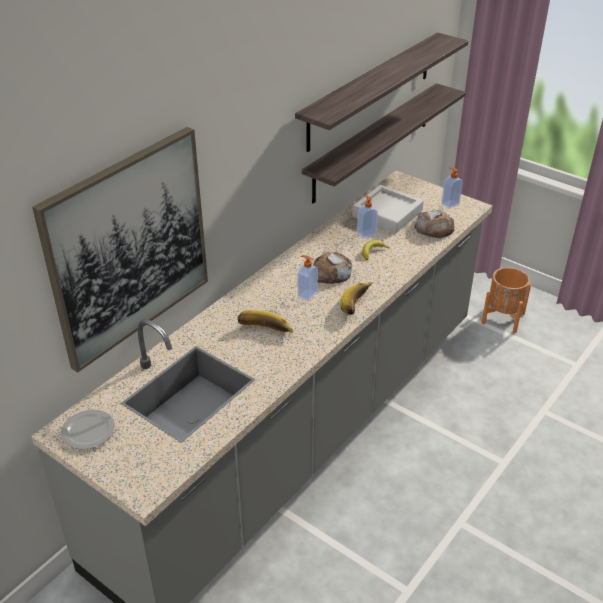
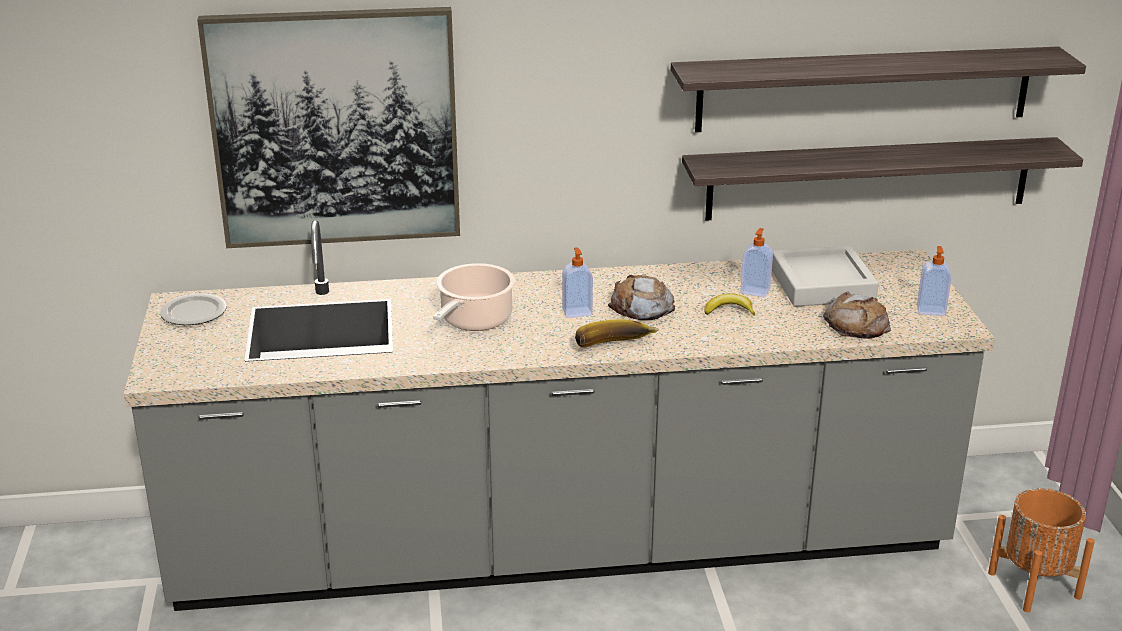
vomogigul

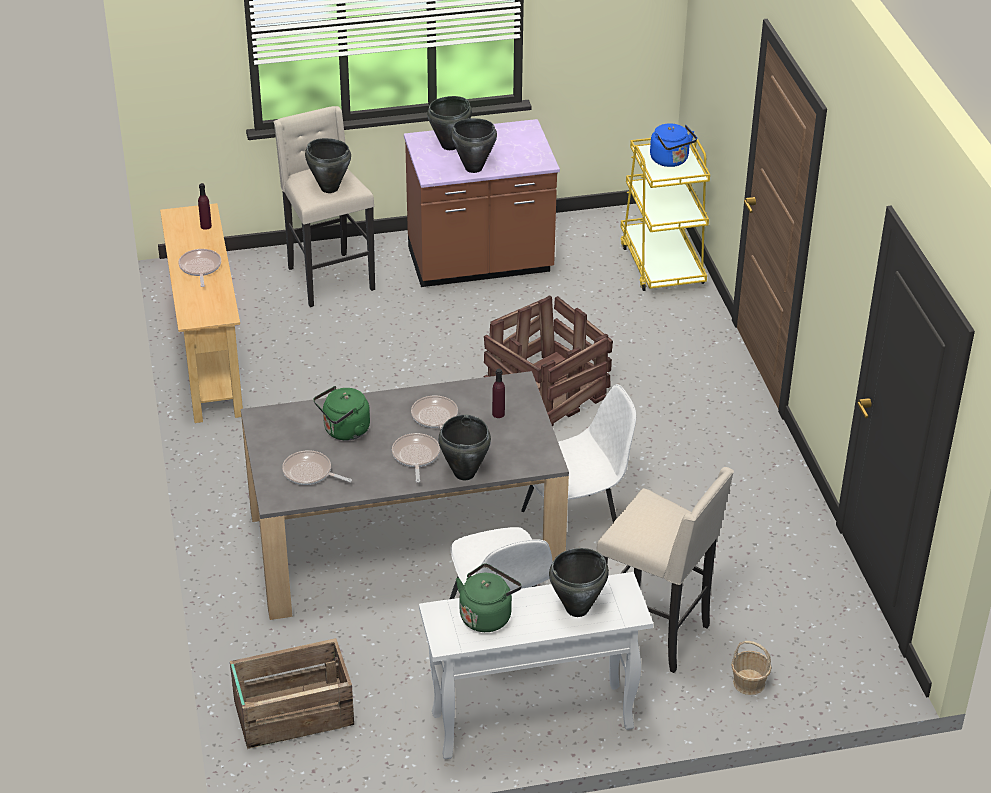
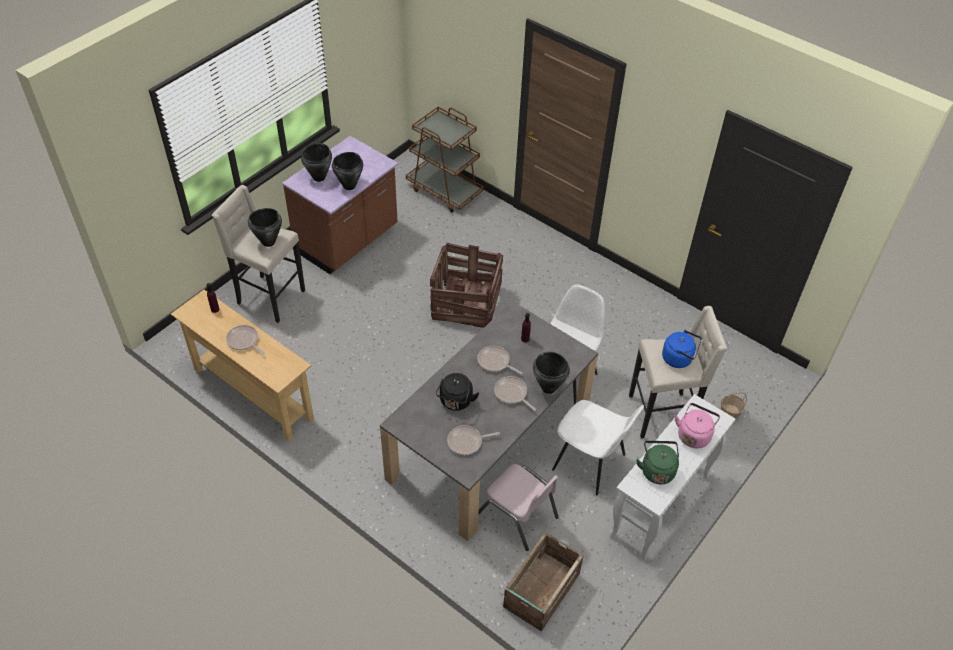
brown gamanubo; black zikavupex; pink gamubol; blue zikavupex; pink zikavupex

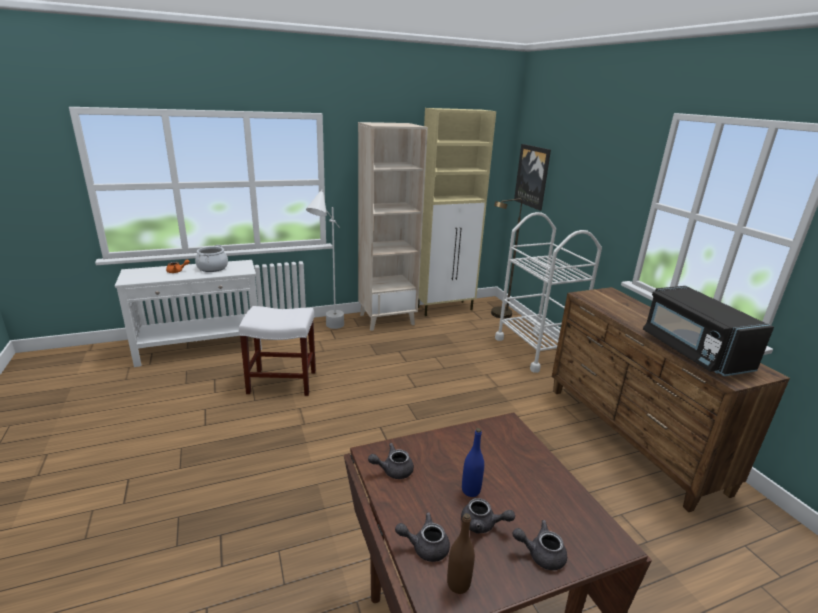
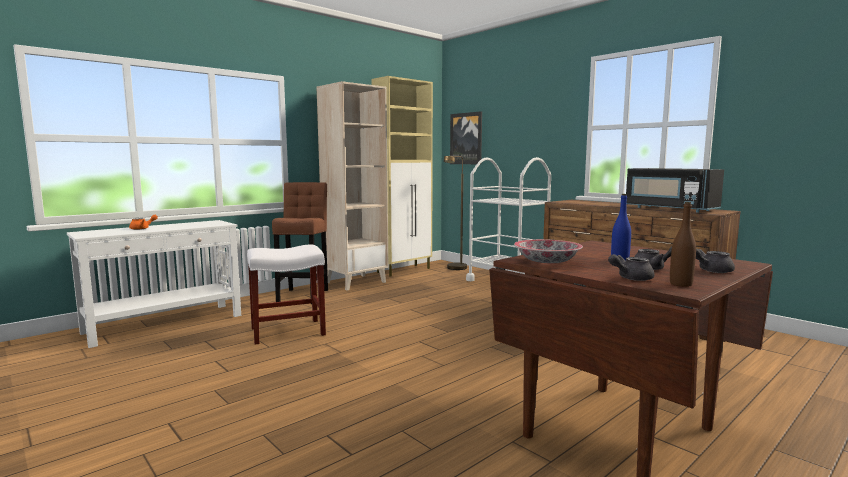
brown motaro; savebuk; vomogigul

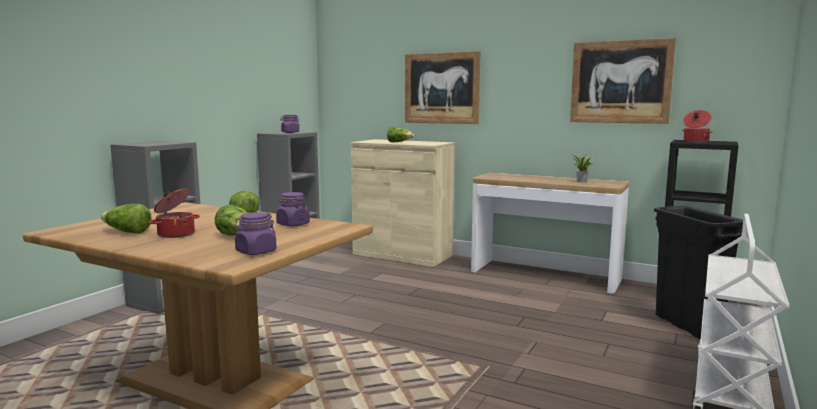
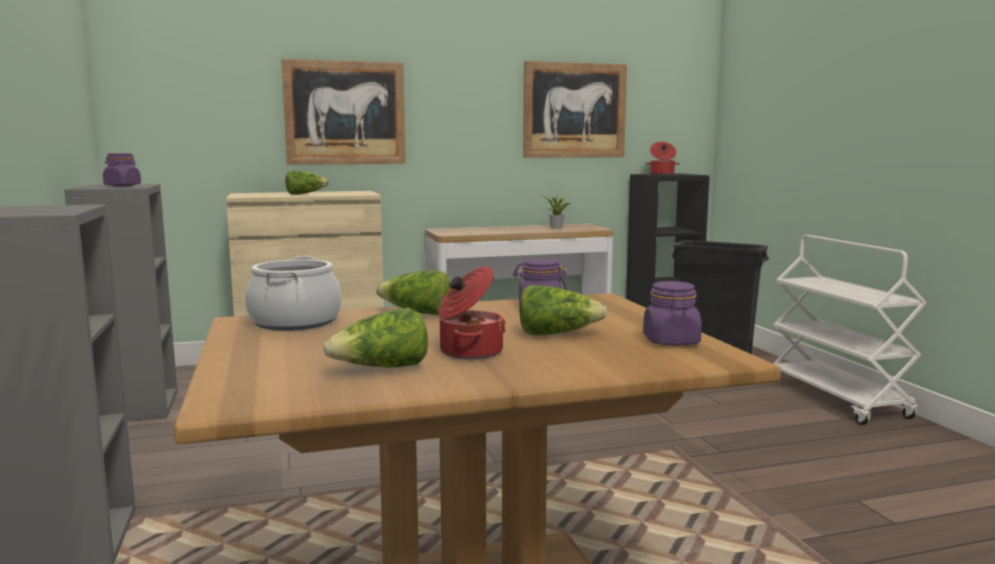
vomogigul (1st from left)

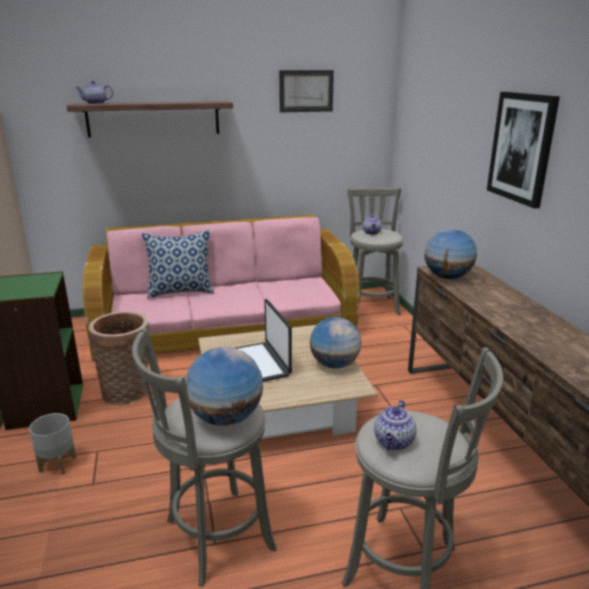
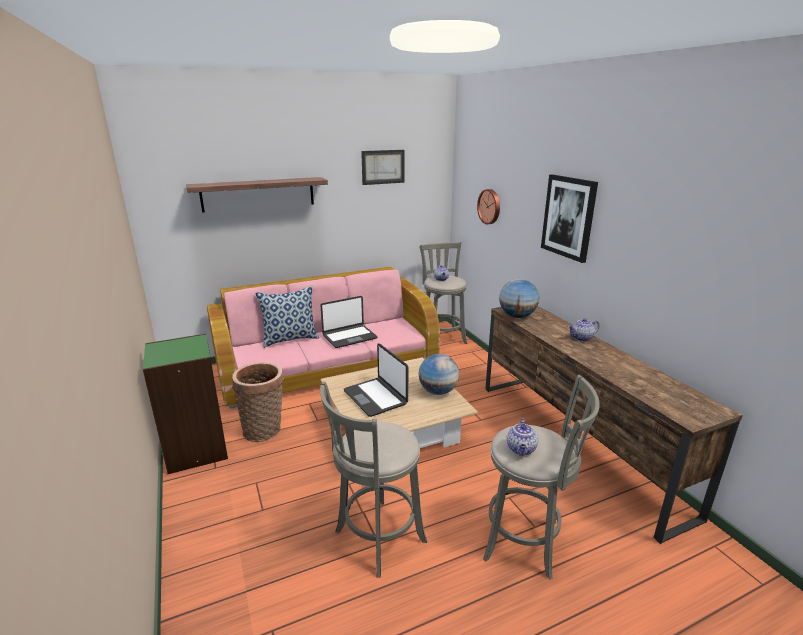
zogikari (1st from left); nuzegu; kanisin (3rd from left); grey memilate; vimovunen (1st from left in the first image)

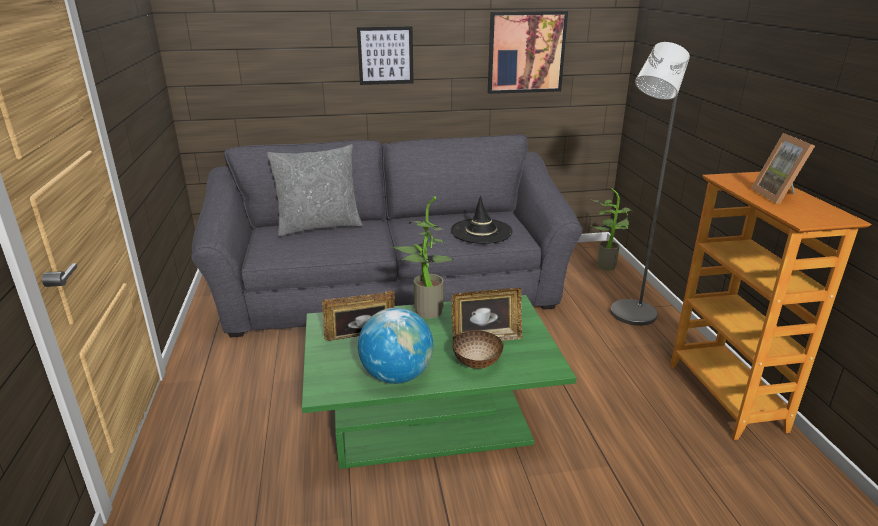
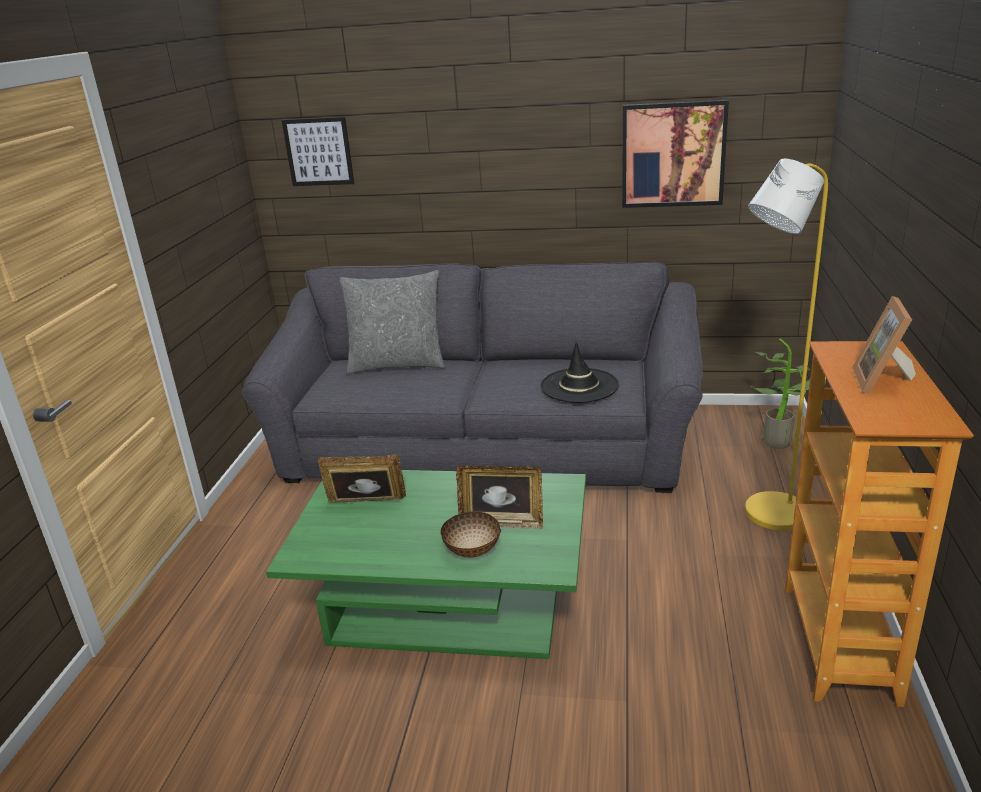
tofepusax (1st from left); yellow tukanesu; vimovunen; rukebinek (1st from left in the first image)

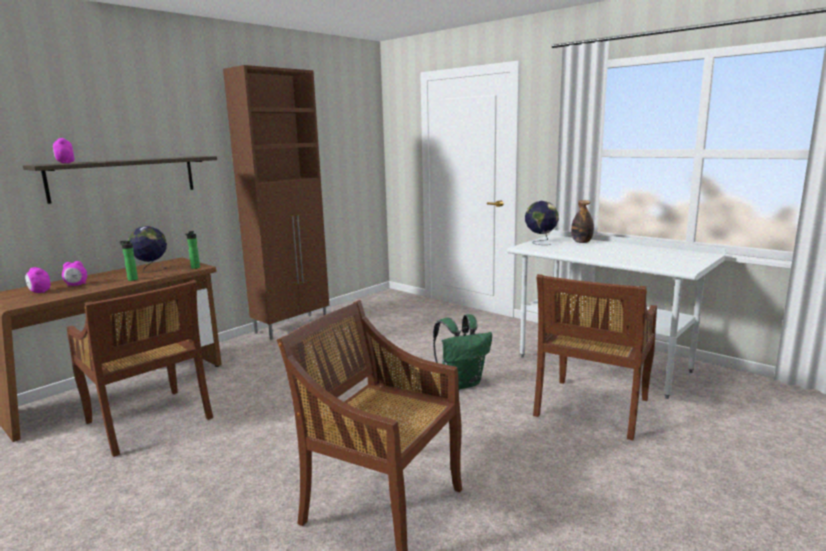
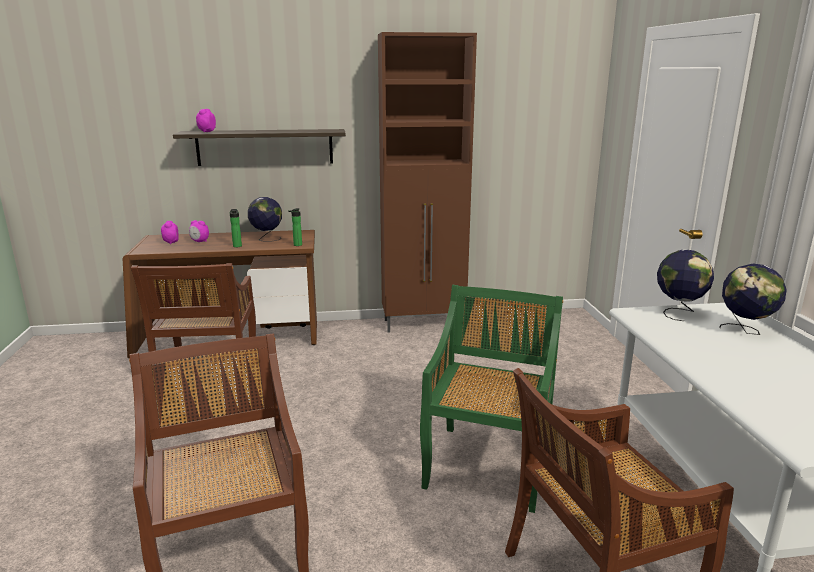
green gamubol; vimovunen (3rd from left)

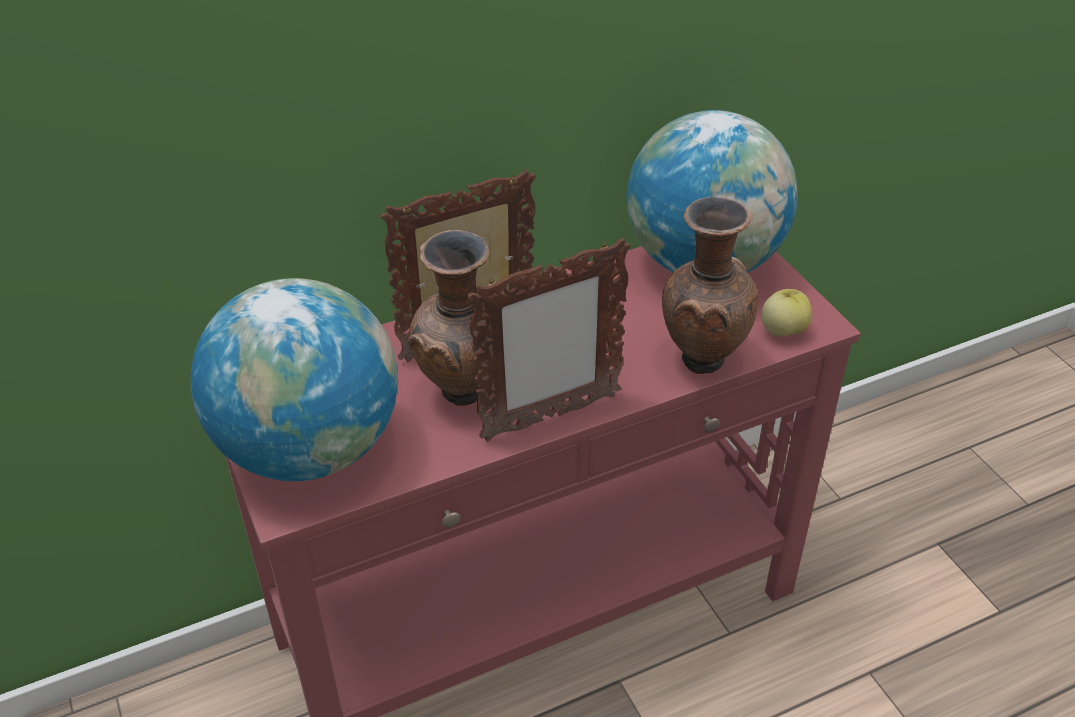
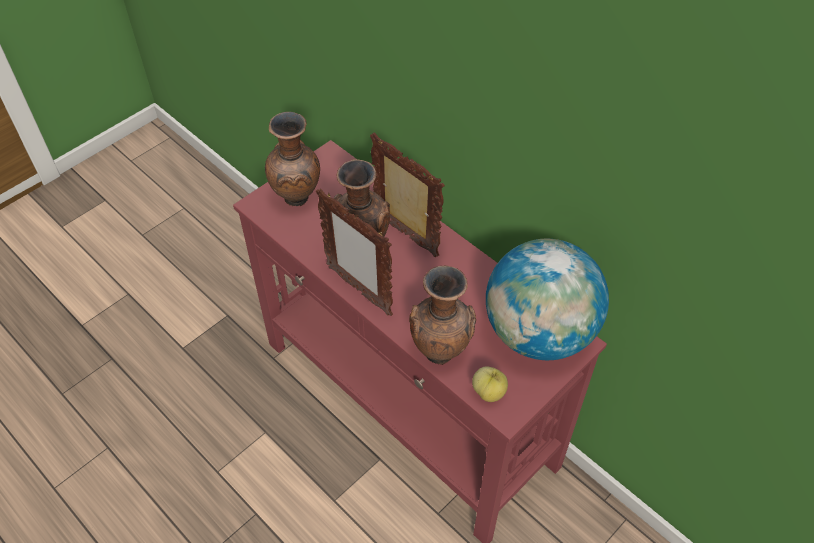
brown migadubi (1st from left)

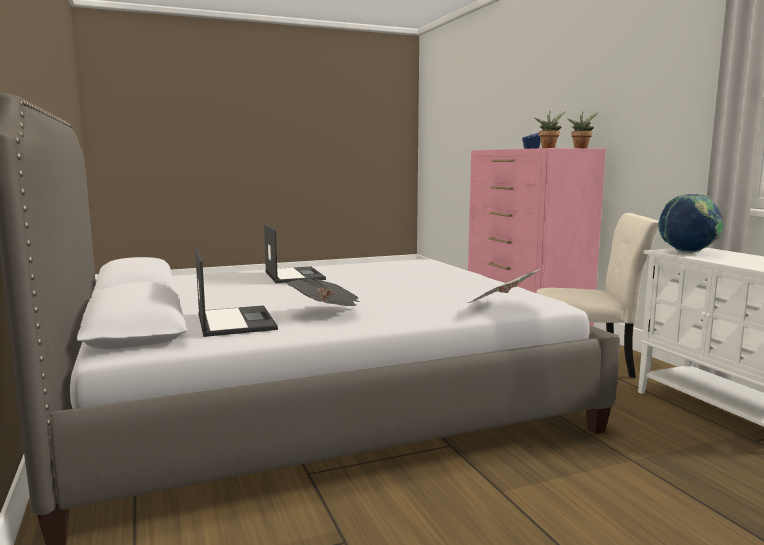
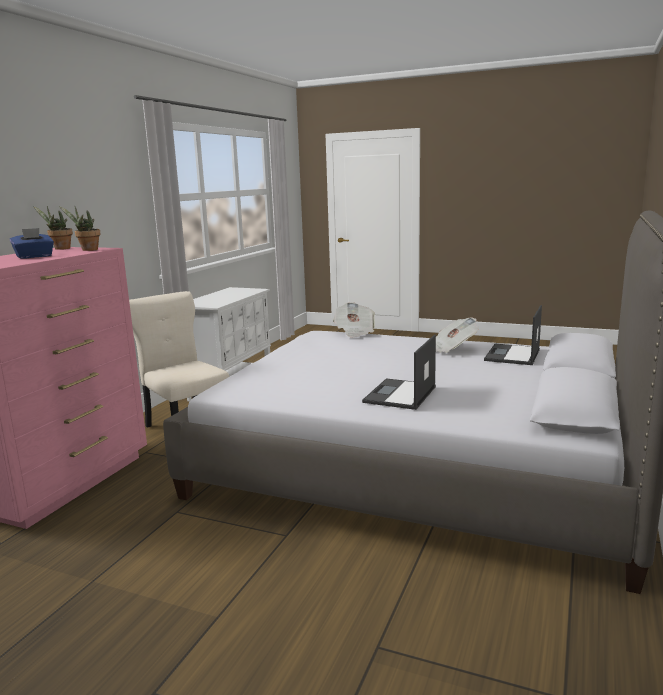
vimovunen

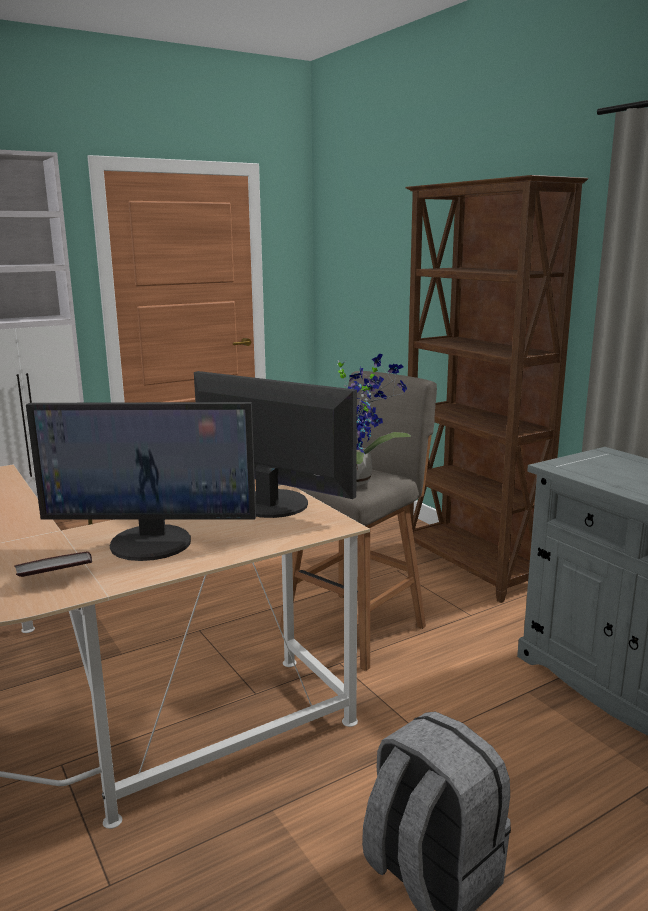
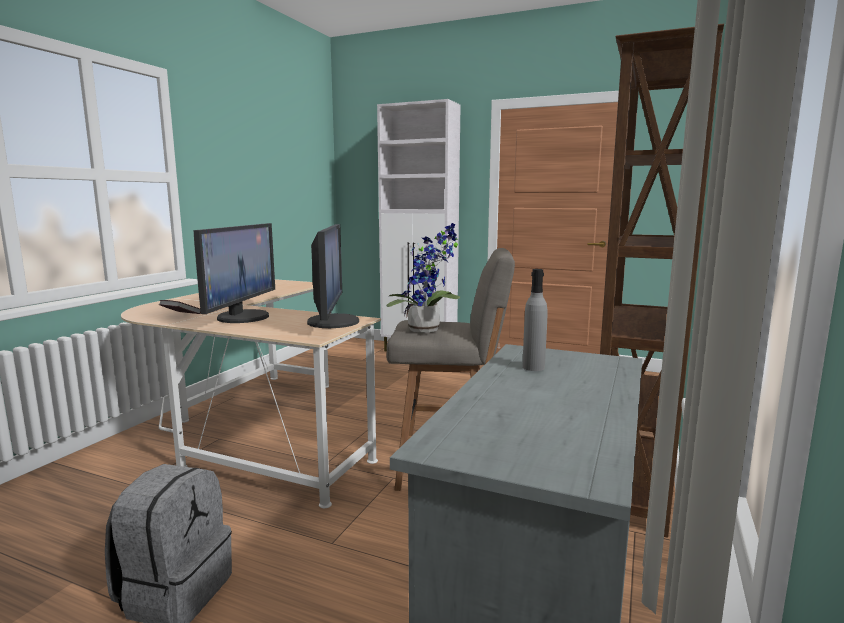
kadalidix (1st from left); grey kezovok

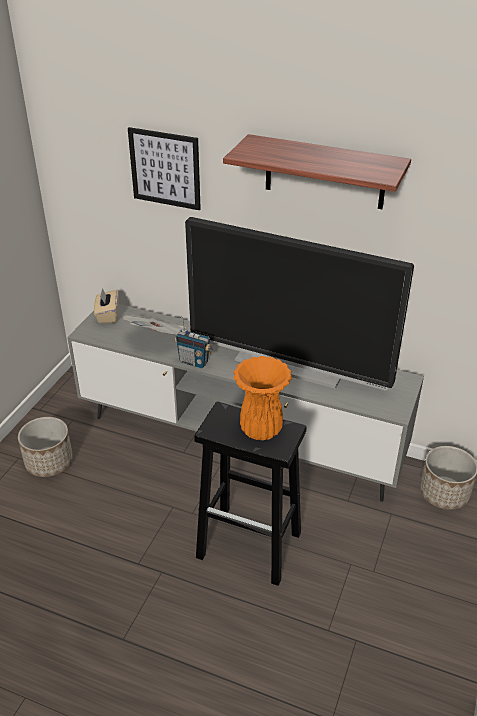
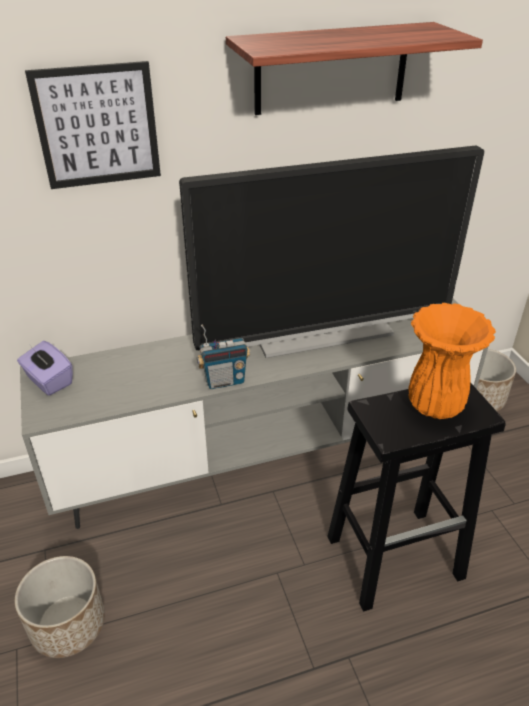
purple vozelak; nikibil

